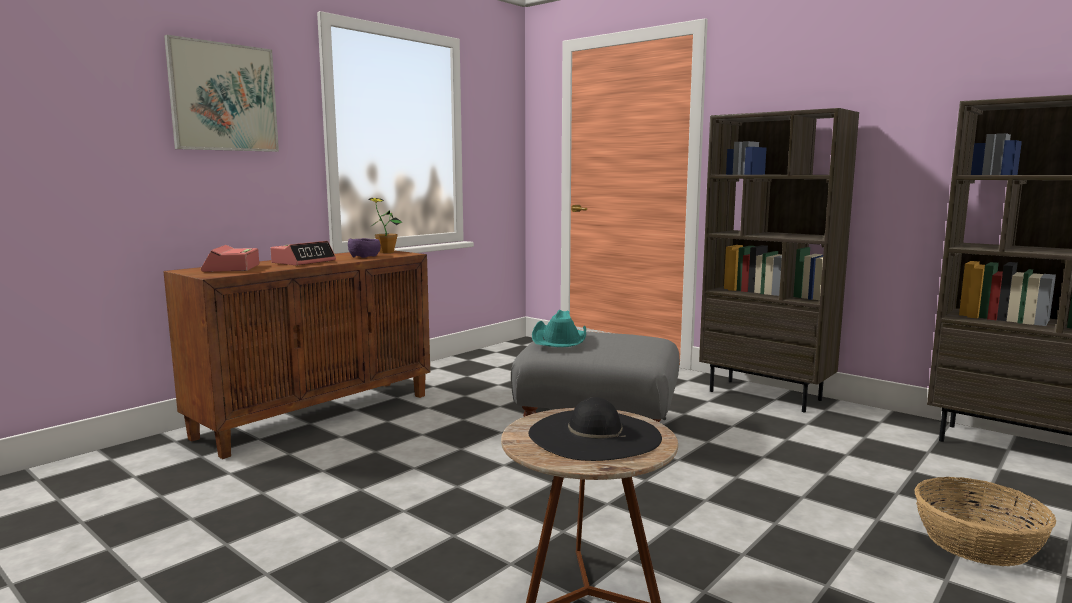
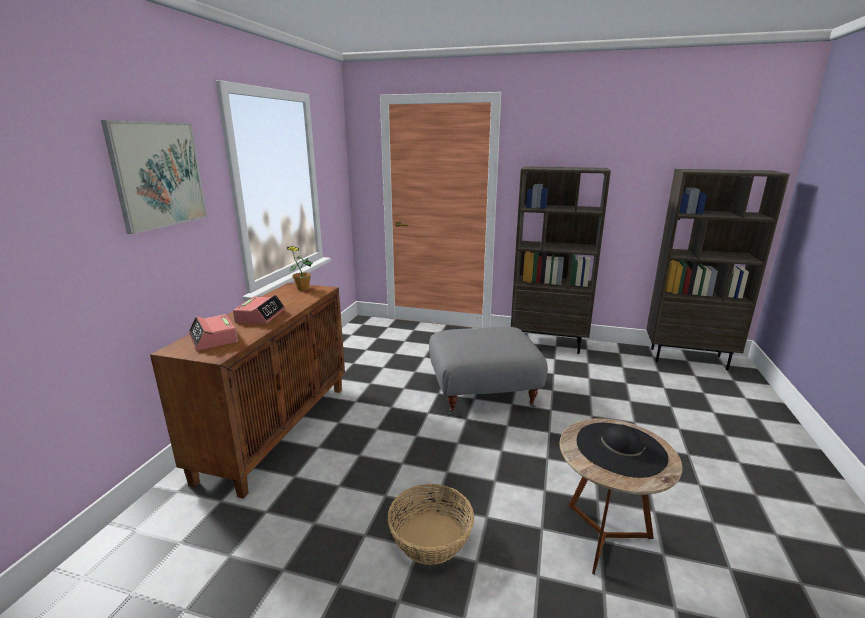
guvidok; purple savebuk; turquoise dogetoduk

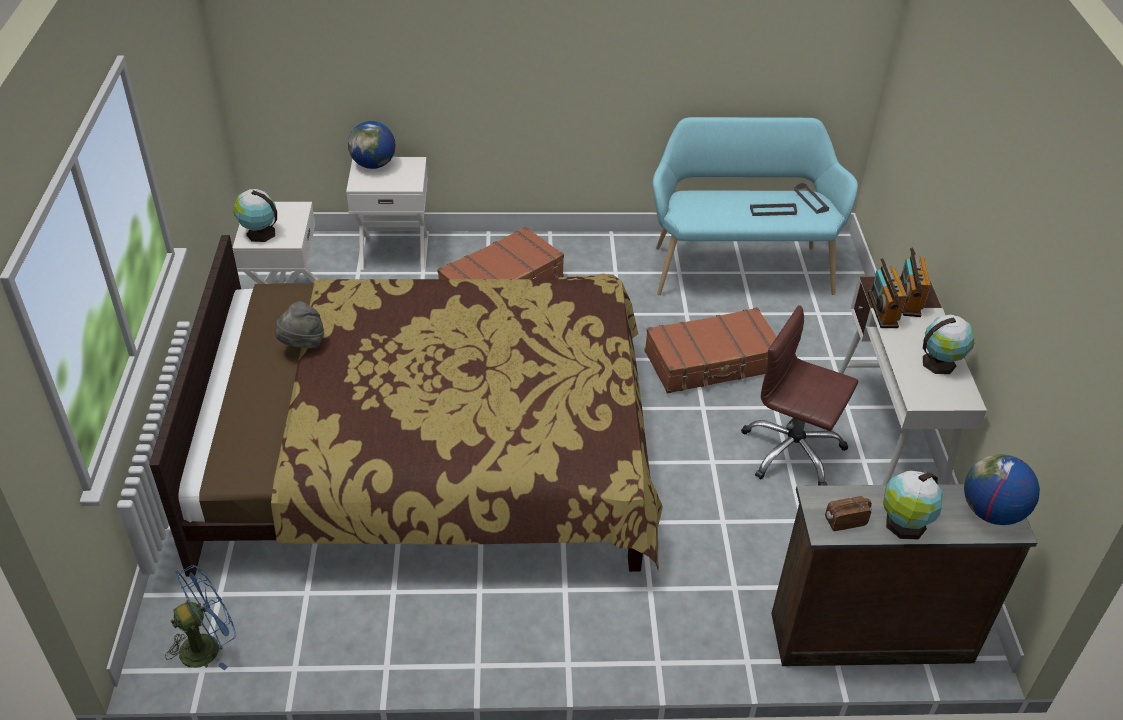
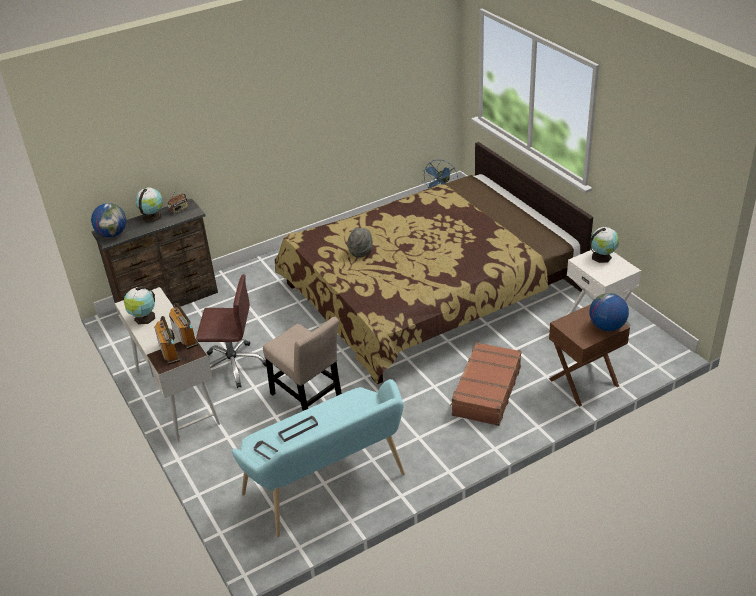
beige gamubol; grey dogetoduk; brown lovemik

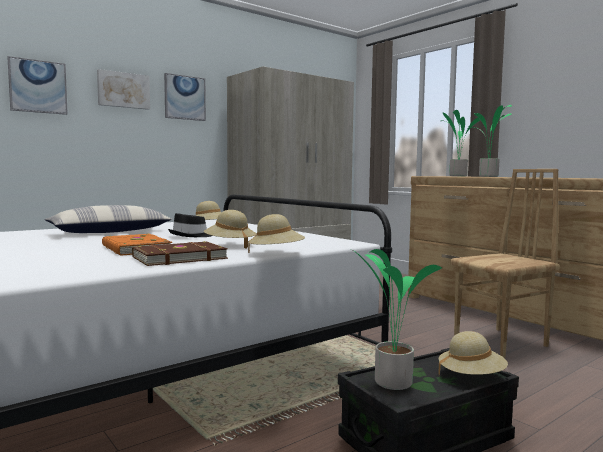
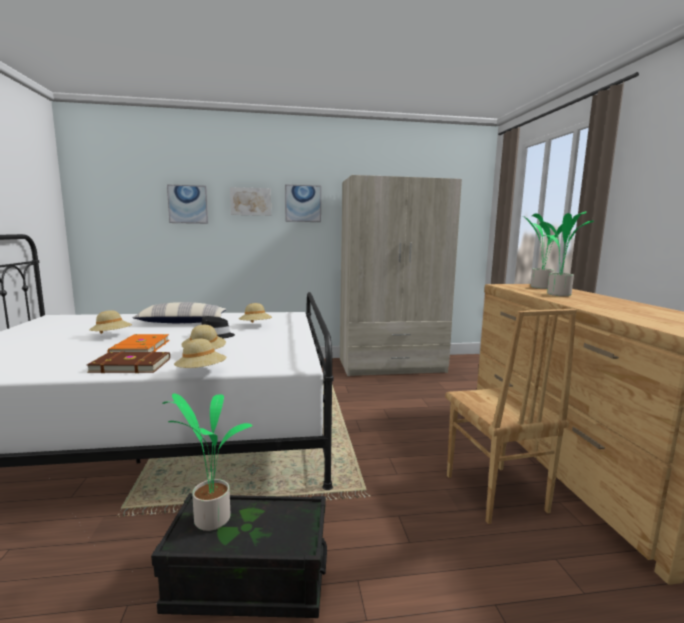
beige dogetoduk (1st from left); brown gamubol

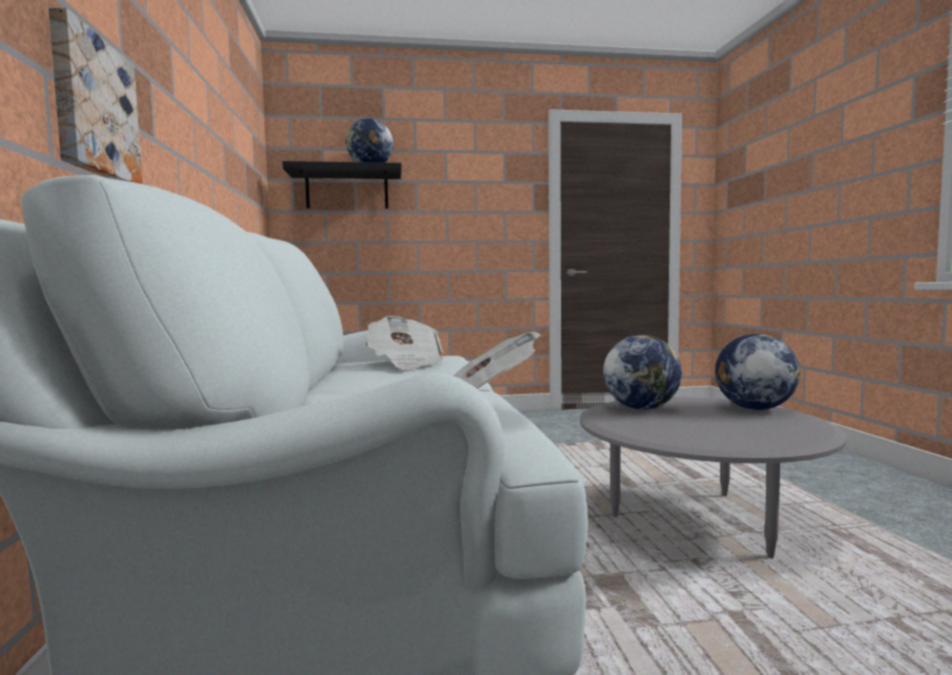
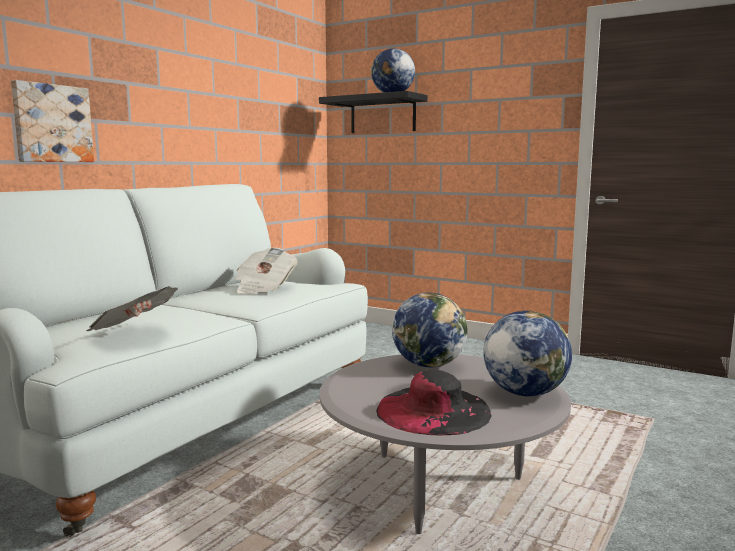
black dogetoduk

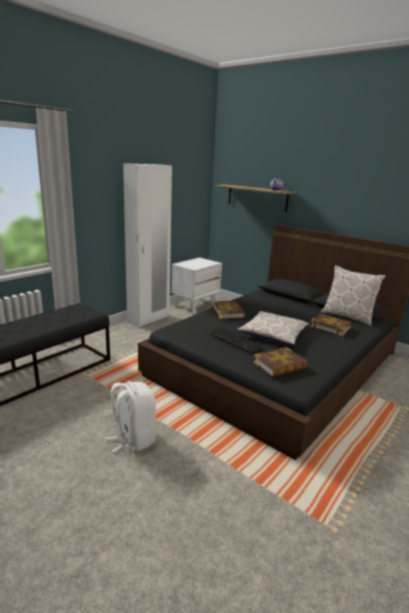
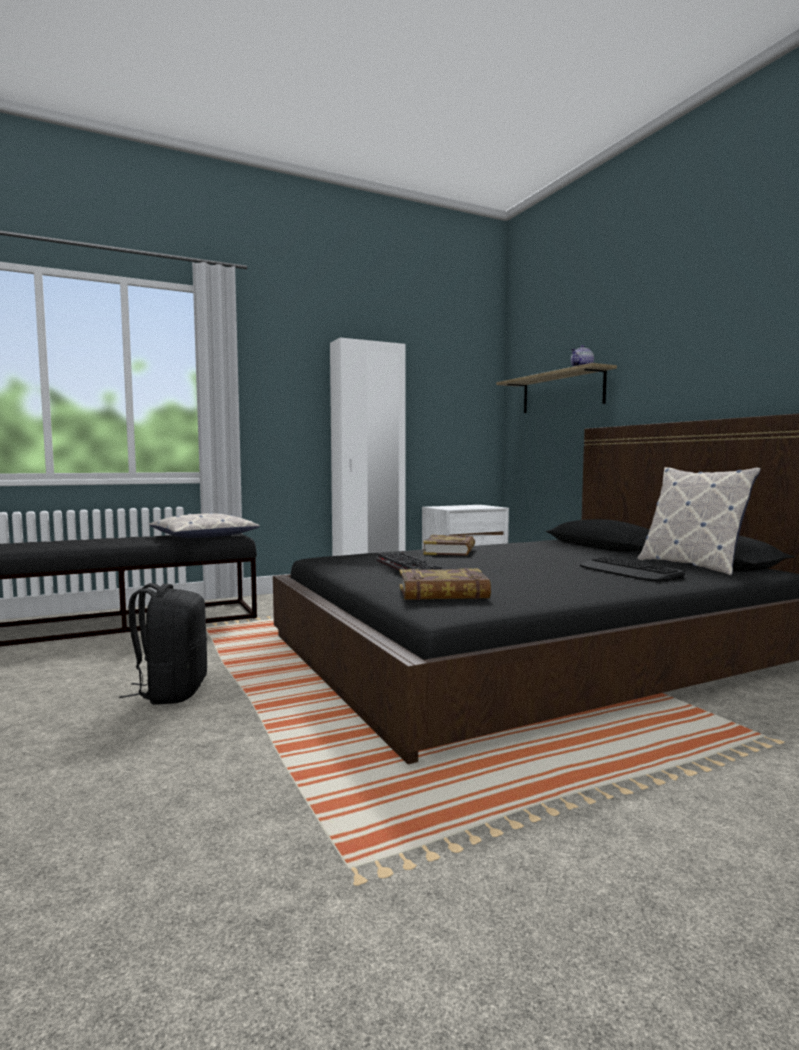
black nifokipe; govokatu (1st from left); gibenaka (2nd from left)

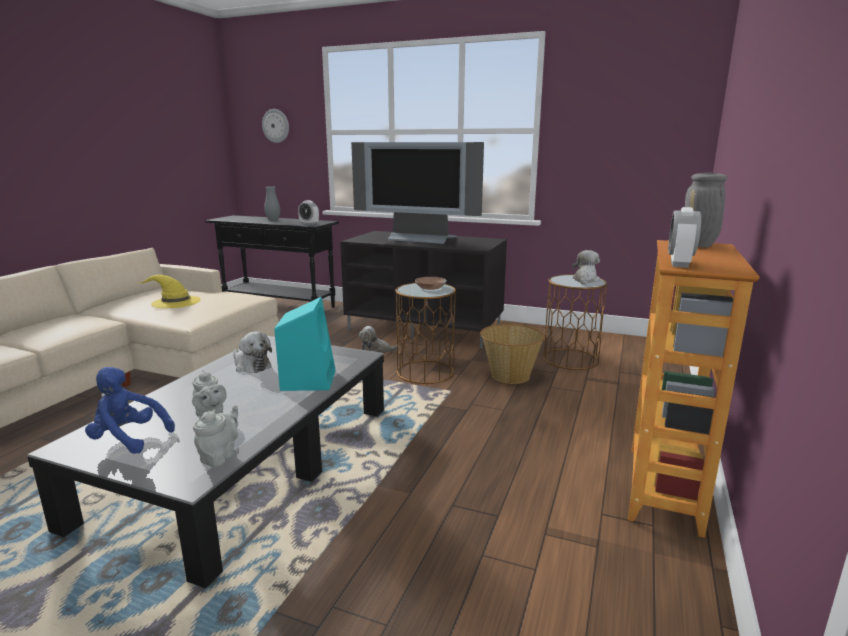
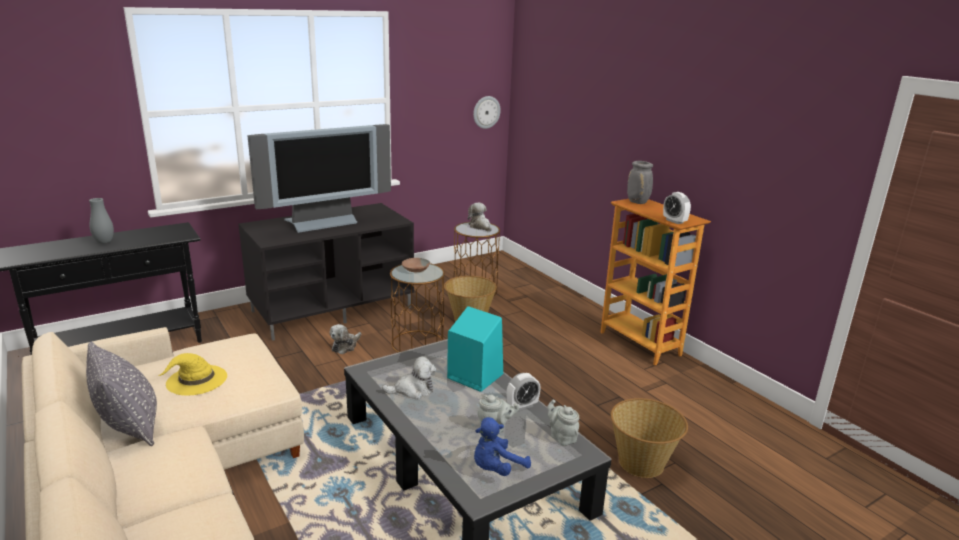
grey govokatu; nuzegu; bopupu (1st from left); guvidok (2nd from left)

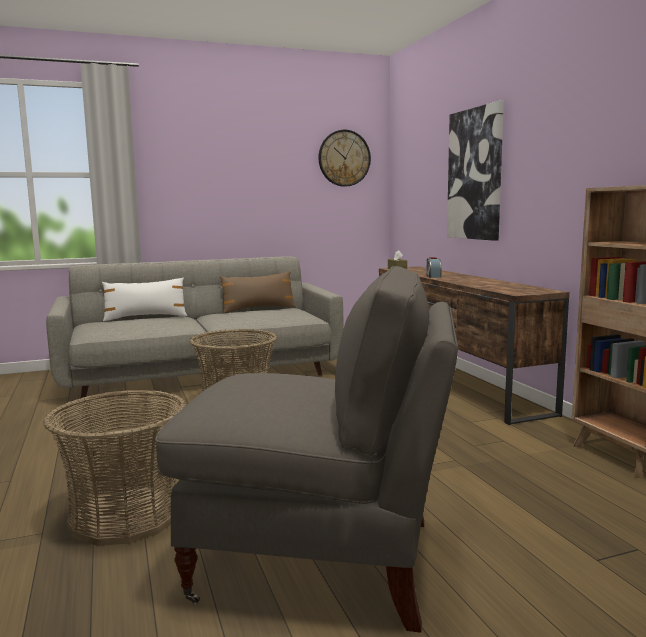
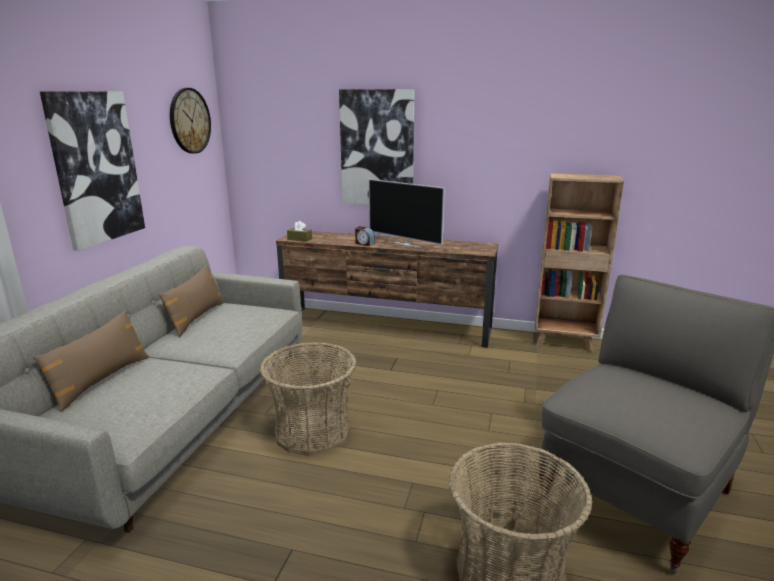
brown govokatu (1st from left); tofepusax (1st from left); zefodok

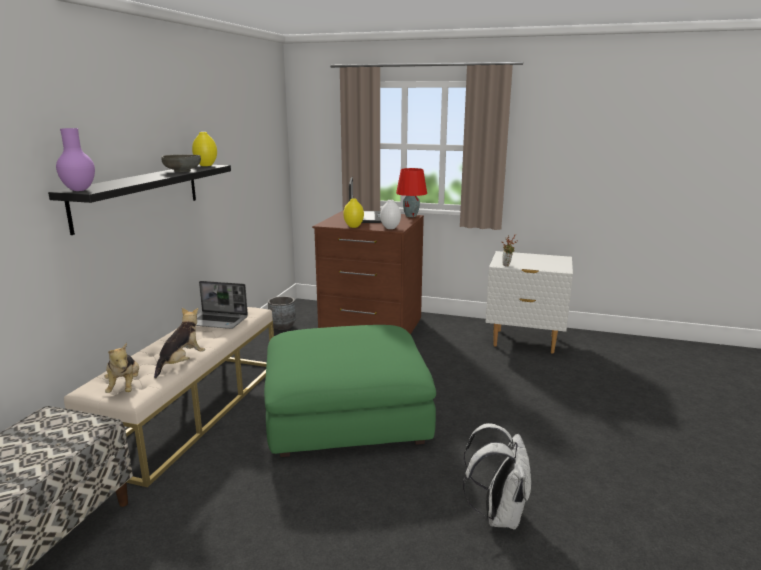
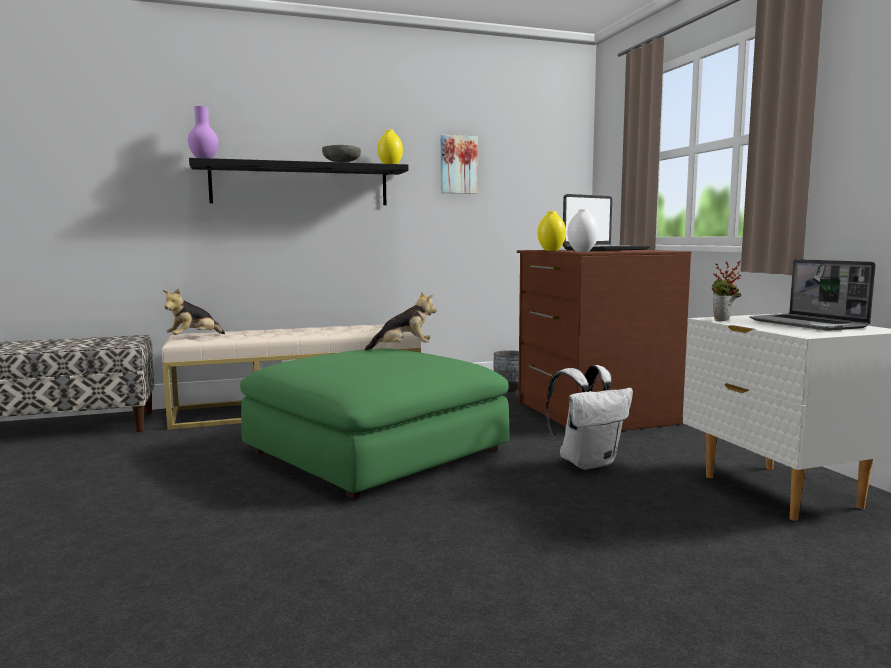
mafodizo (2nd from left); tofepusax; white nifokipe; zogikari (2nd from left); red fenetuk

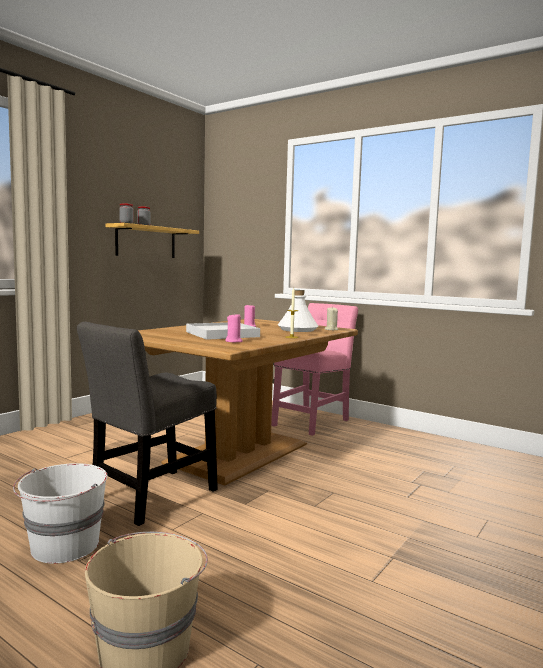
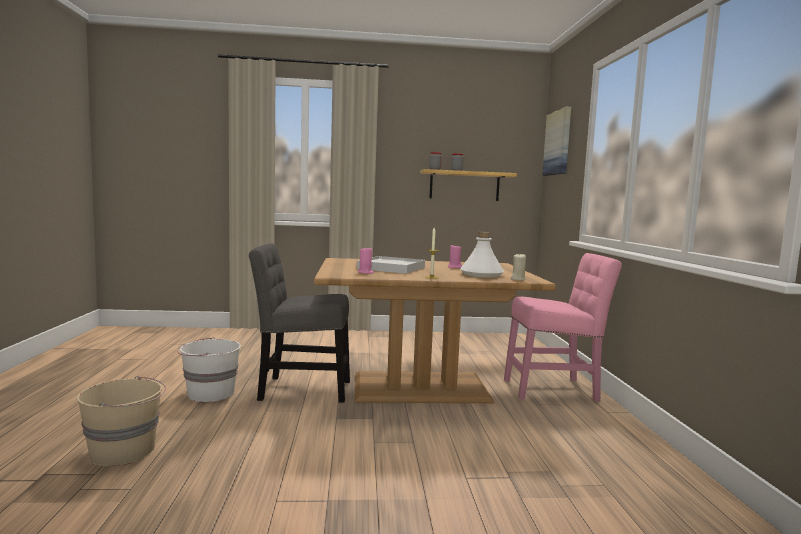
tofepusax

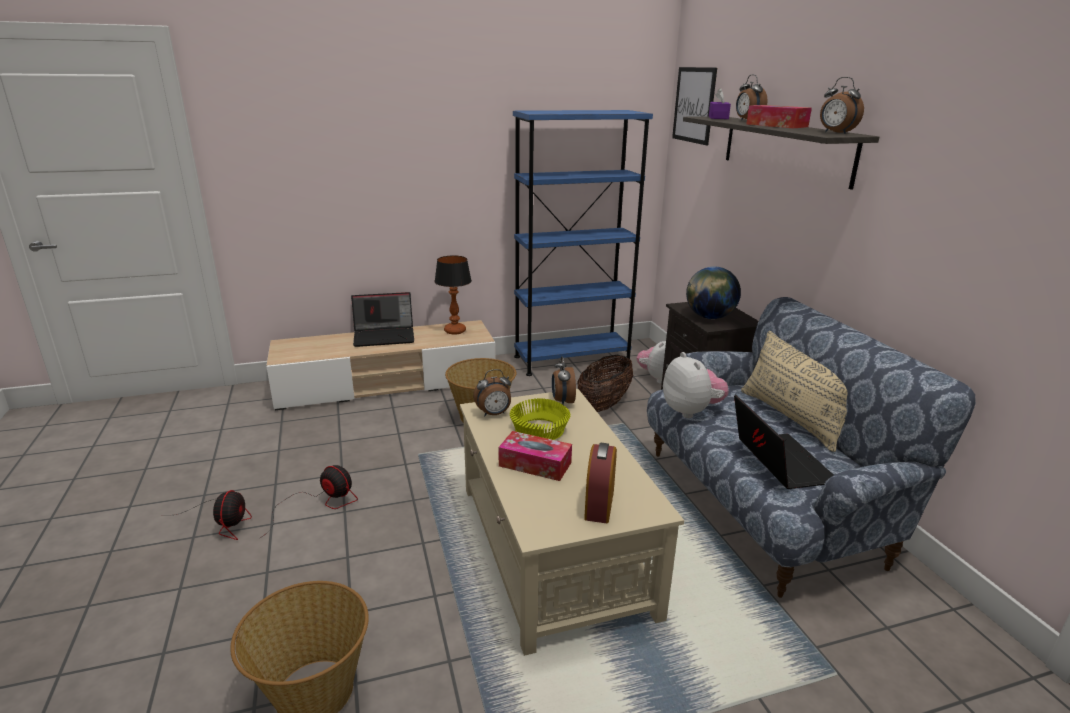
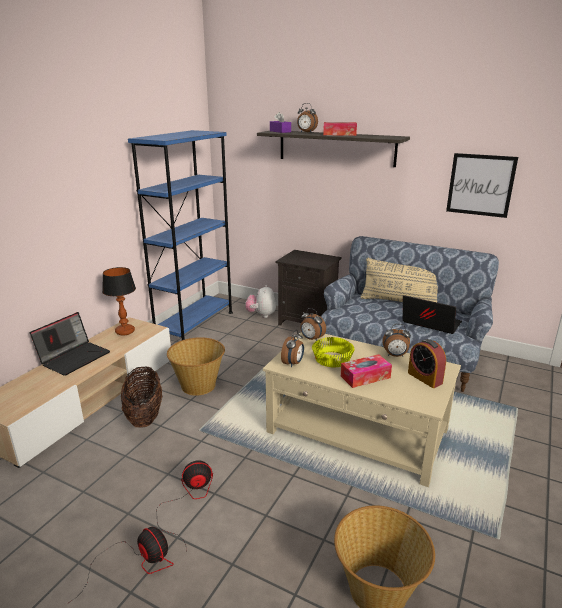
guvidok (1st from left); bopupu (4th from left); tofepusax; mafodizo (2nd from left in the first image); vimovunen

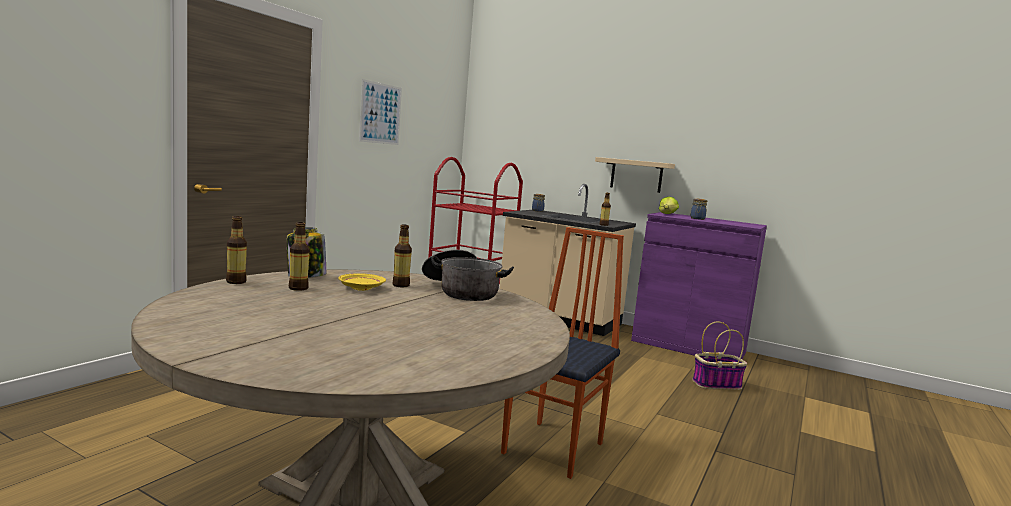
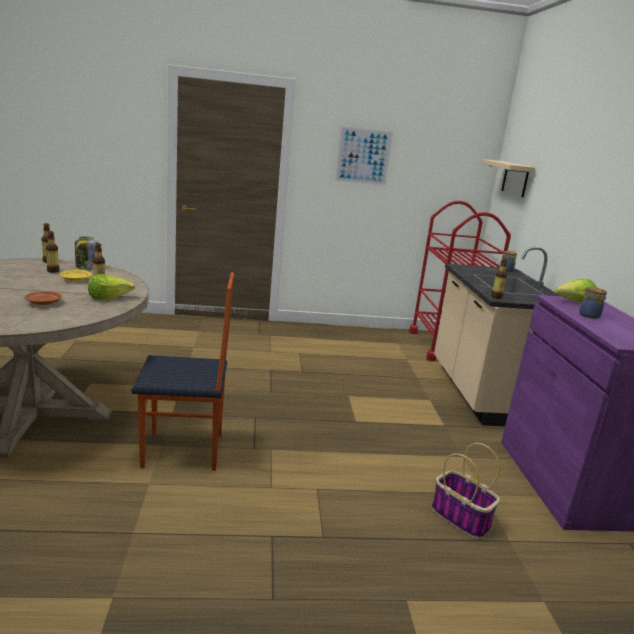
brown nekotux; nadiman (1st from left); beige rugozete

